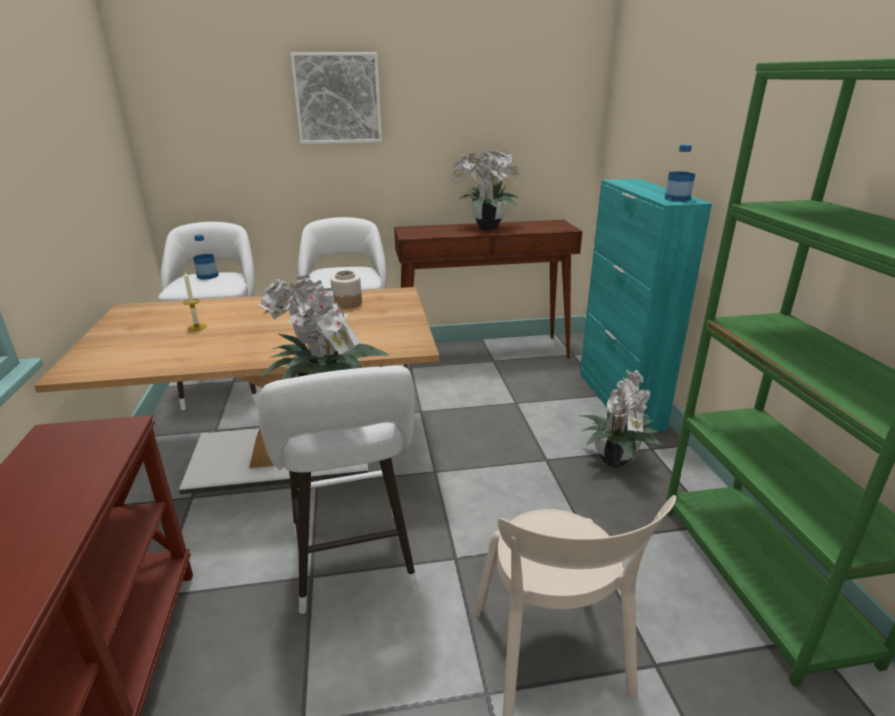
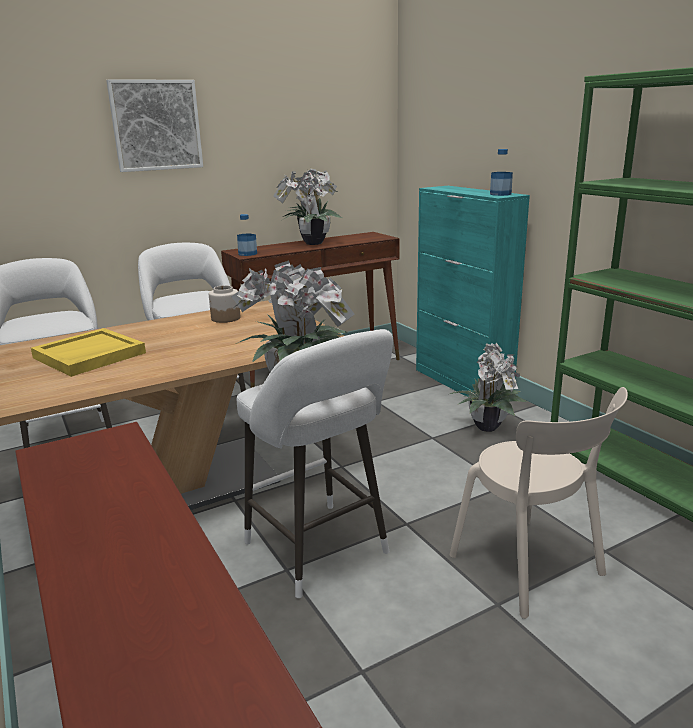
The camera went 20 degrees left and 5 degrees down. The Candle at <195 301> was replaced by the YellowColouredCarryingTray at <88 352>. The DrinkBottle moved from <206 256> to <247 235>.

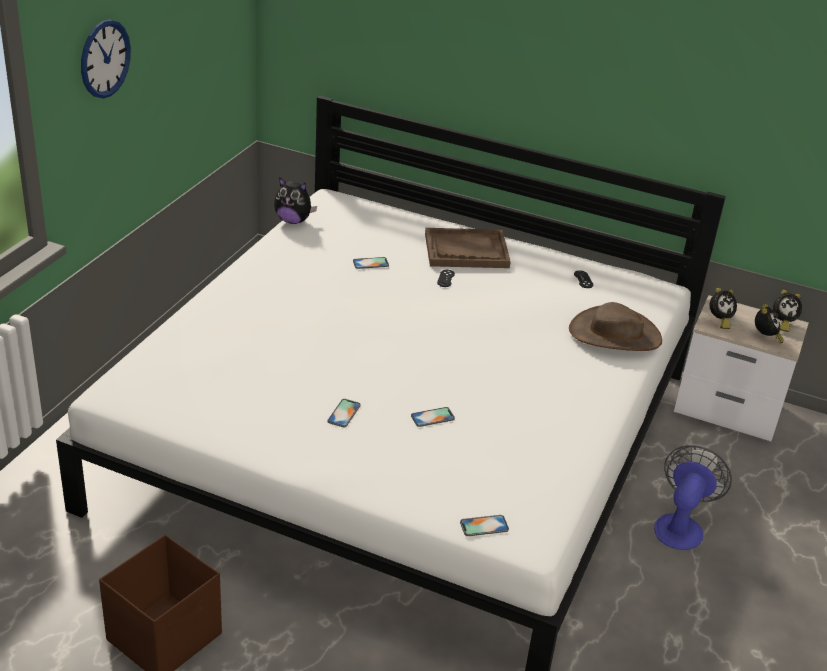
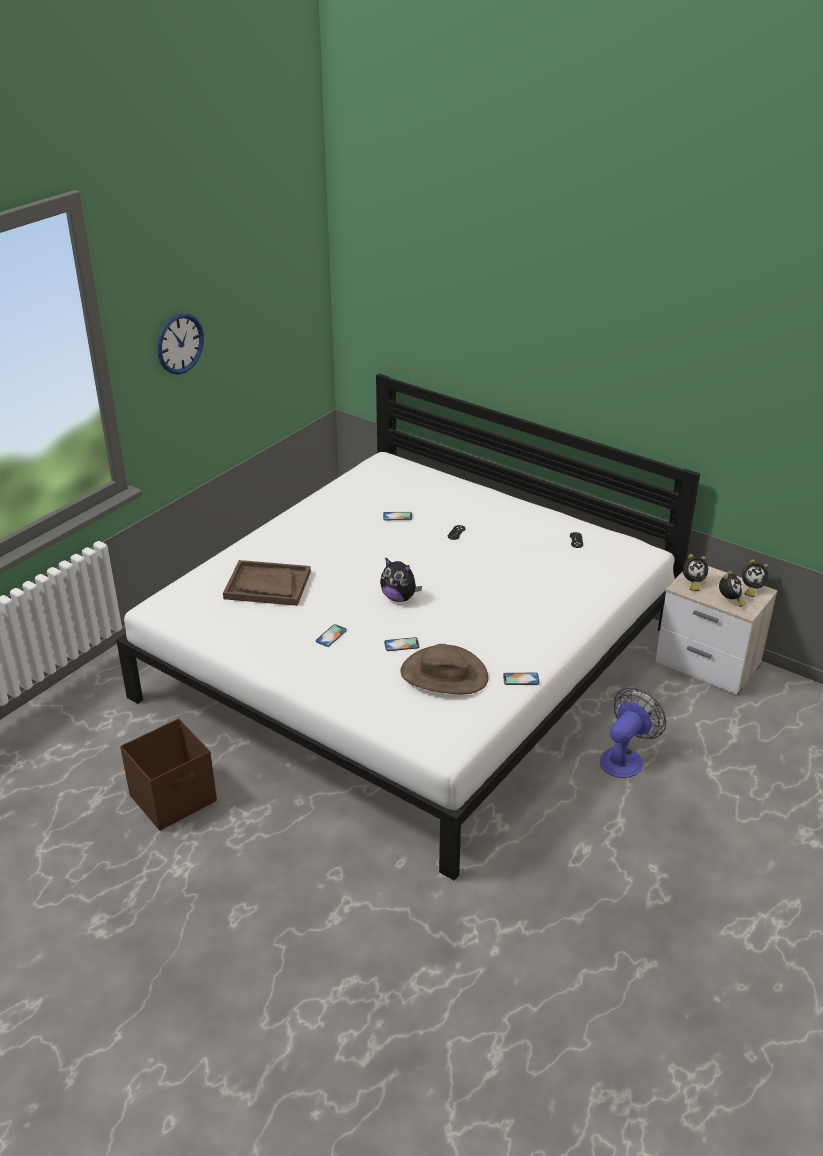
The camera went 15 degrees right and 0 degrees up. The SoftToy moved from <295 200> to <401 579>. The BrownishCarryingTray moved from <468 248> to <267 583>. The Phone moved from <484 525> to <521 679>. The BrownishHat moved from <615 326> to <444 669>.

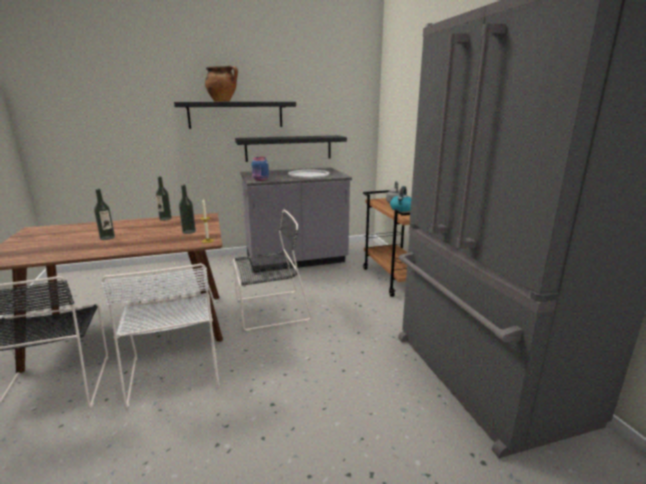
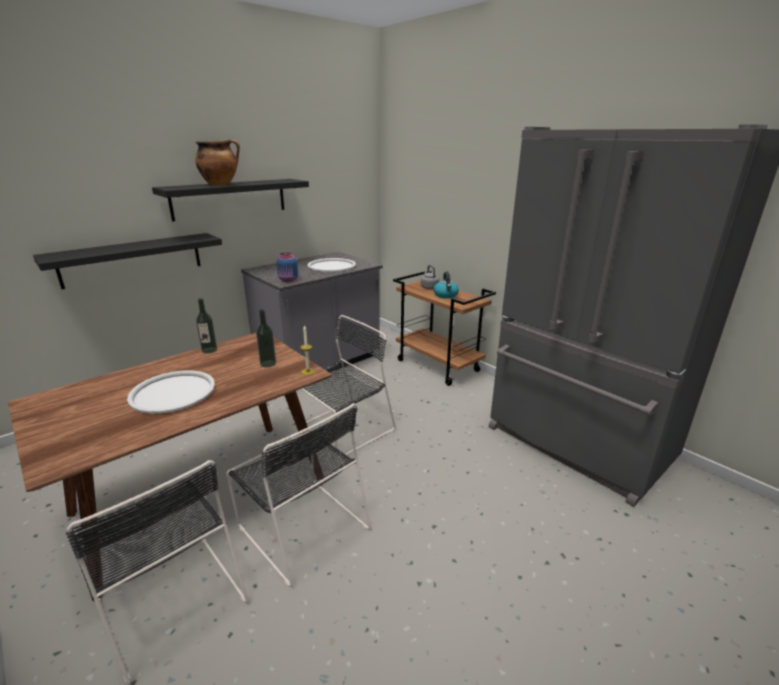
The camera went 25 degrees left and 5 degrees up. The DrinkBottle at <104 214> was replaced by the WhiteCarryingTray at <171 392>. The WhiteChair at <161 336> became the BlackChair at <298 495>. The BlackShelf moved from <291 148> to <127 261>.

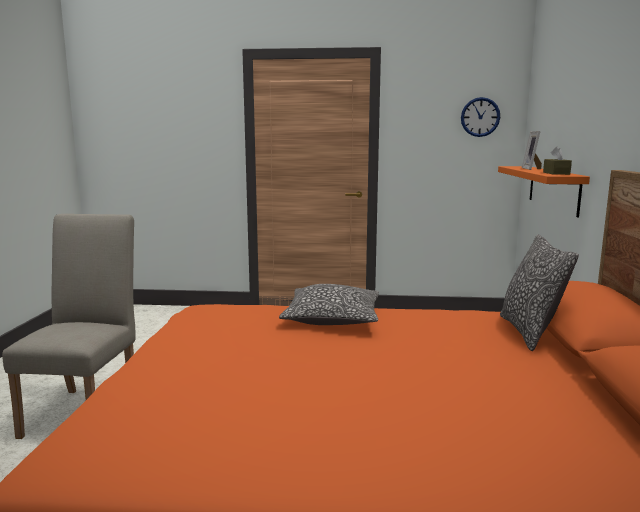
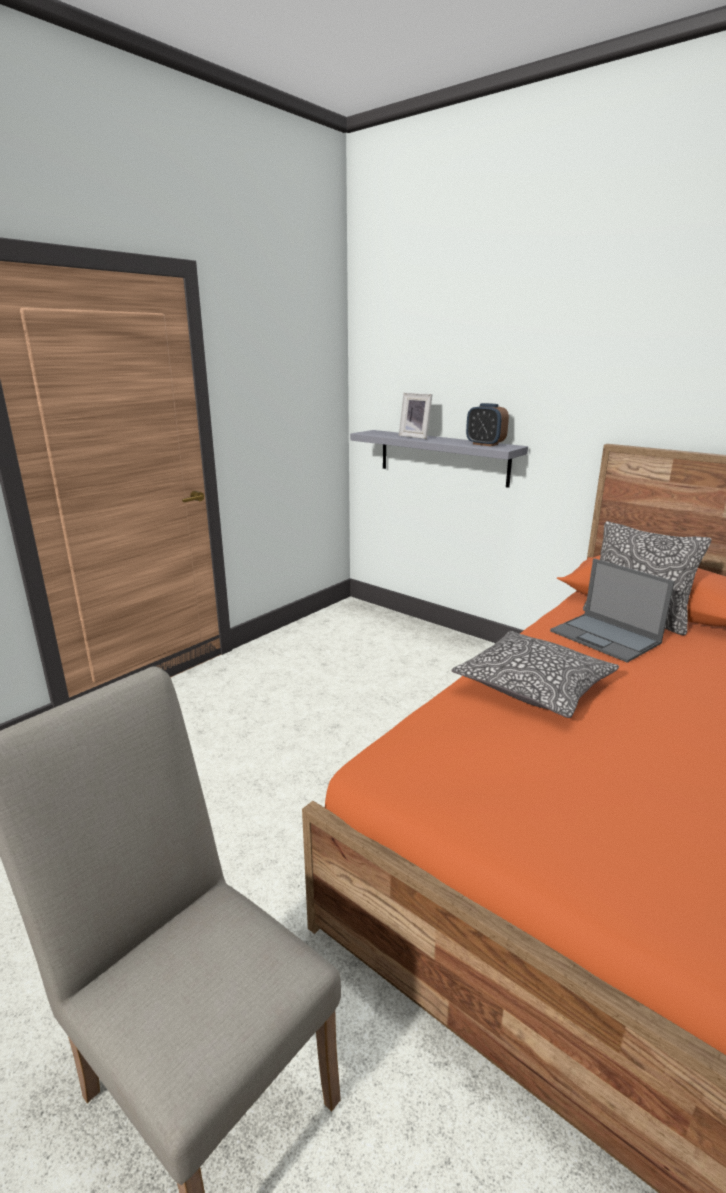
The camera went 55 degrees left and 10 degrees up. The ClockOnTheWall at <480 117> disappeared. The OrangeColouredShelf at <544 191> became the GreyishShelf at <439 459>. The BrownishTissueHolder at <557 160> was replaced by the TableClock at <487 424>. The NotebookComputer at <612 610> appeared.

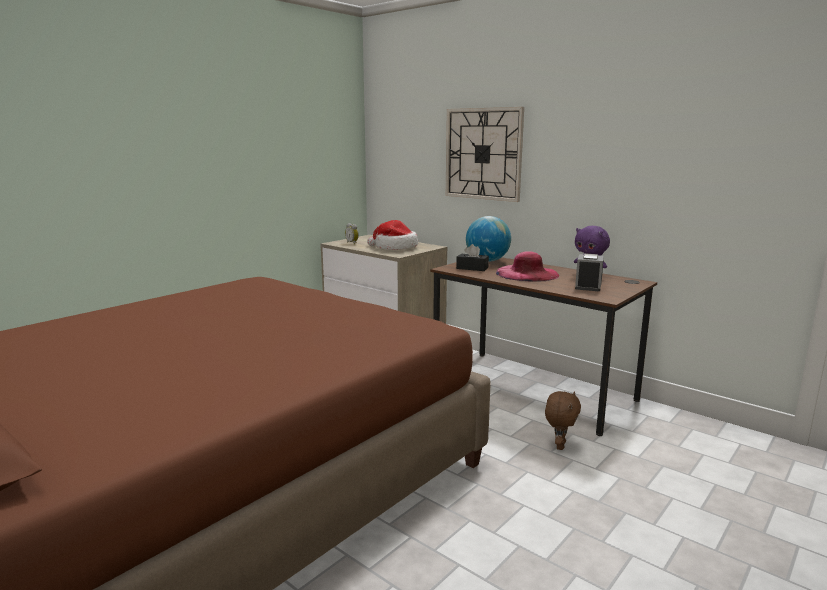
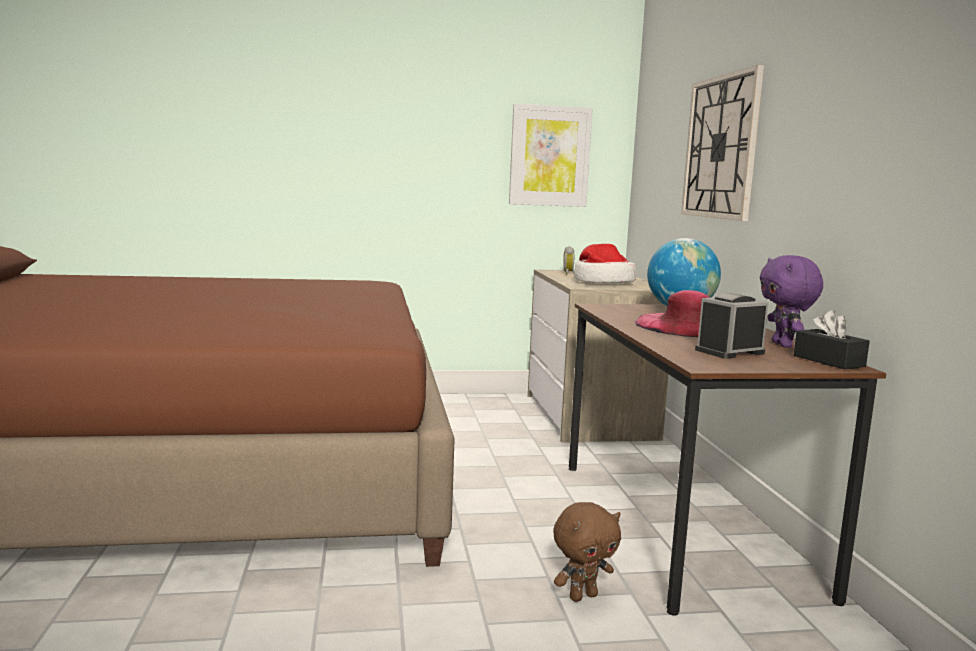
The camera went 40 degrees right and 5 degrees down. The BlackTissueHolder moved from <472 257> to <832 339>. The WallPicture at <551 155> appeared.

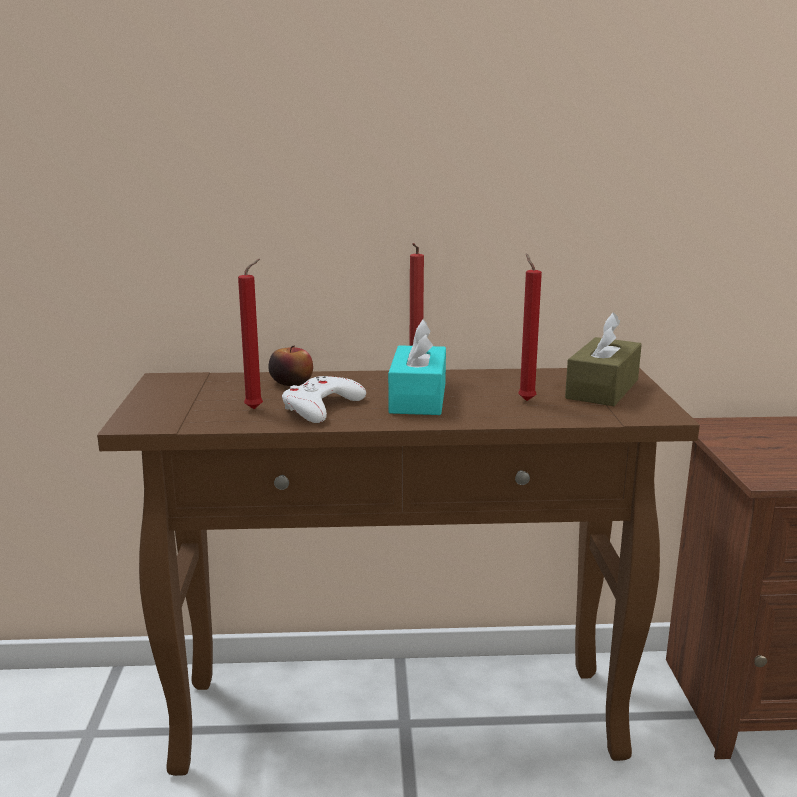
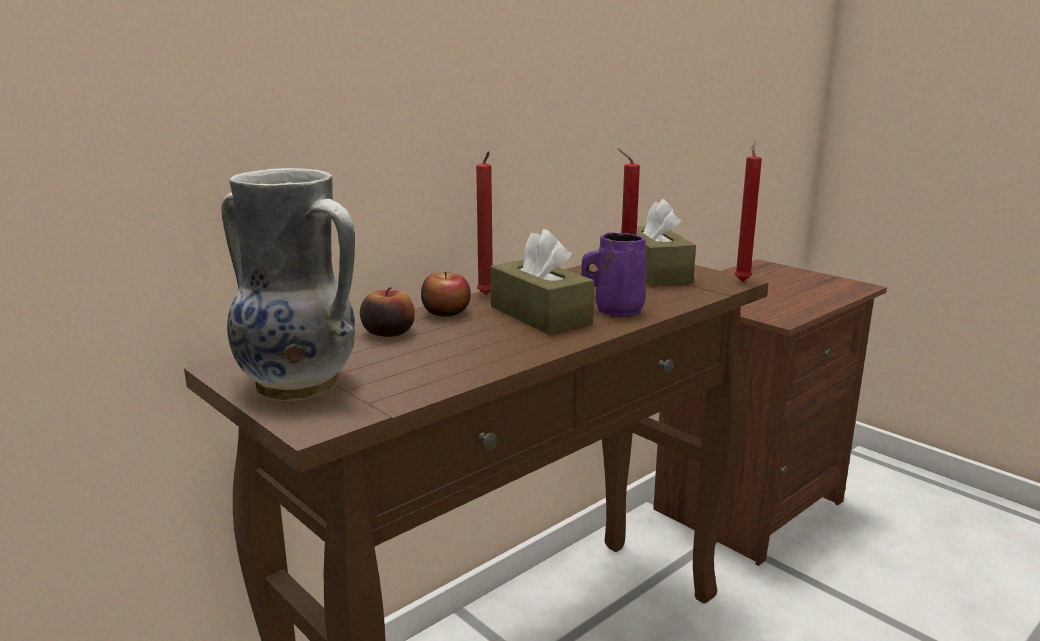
The camera went 40 degrees left and 0 degrees up. The RedColouredCandle moved from <250 334> to <748 211>. The WhiteJoypad at <324 399> disappeared. The TurquoiseColouredTissueHolder at <417 367> became the BrownishTissueHolder at <542 282>. The Vase at <288 284> appeared. The WholeApple at <446 294> appeared. The PurpleTeaMug at <613 274> appeared.

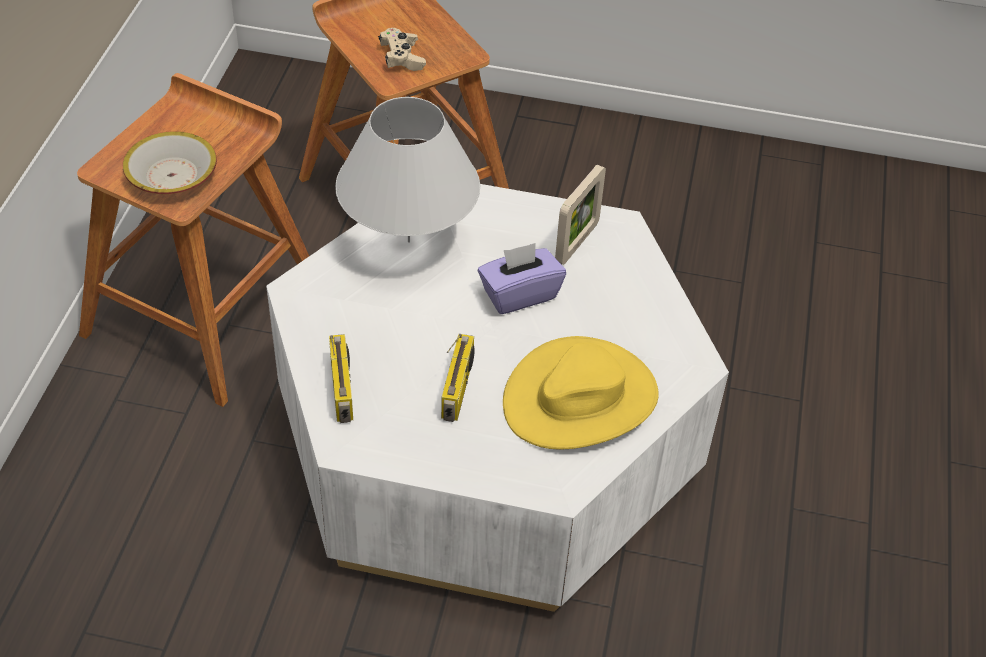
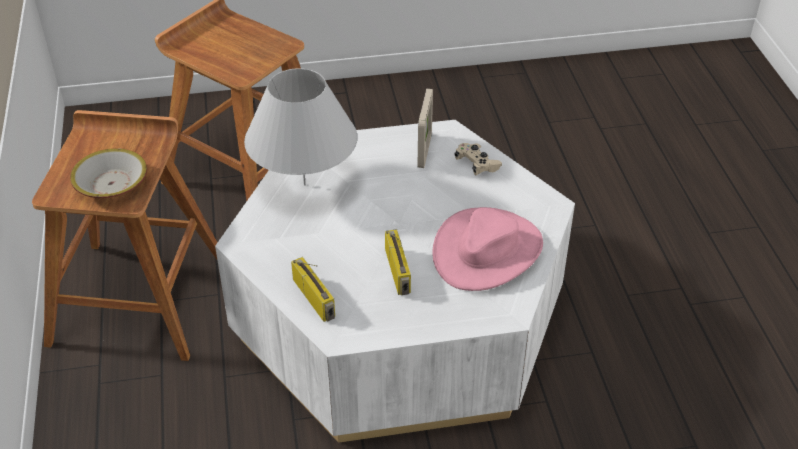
The camera went 20 degrees left and 5 degrees down. The BeigeJoypad moved from <402 49> to <478 159>. The PurpleTissueHolder at <522 278> disappeared. The YellowColouredHat at <581 393> became the PinkColouredHat at <487 249>.

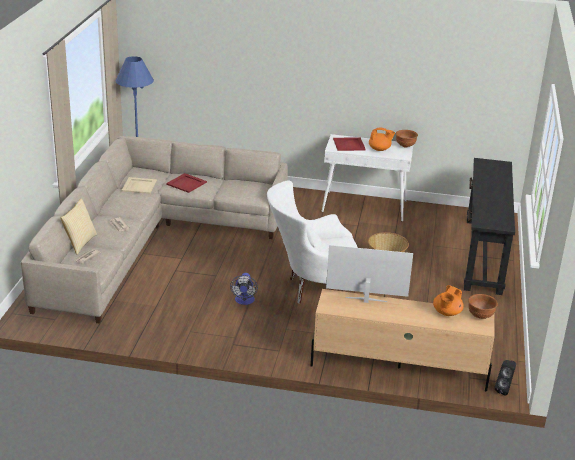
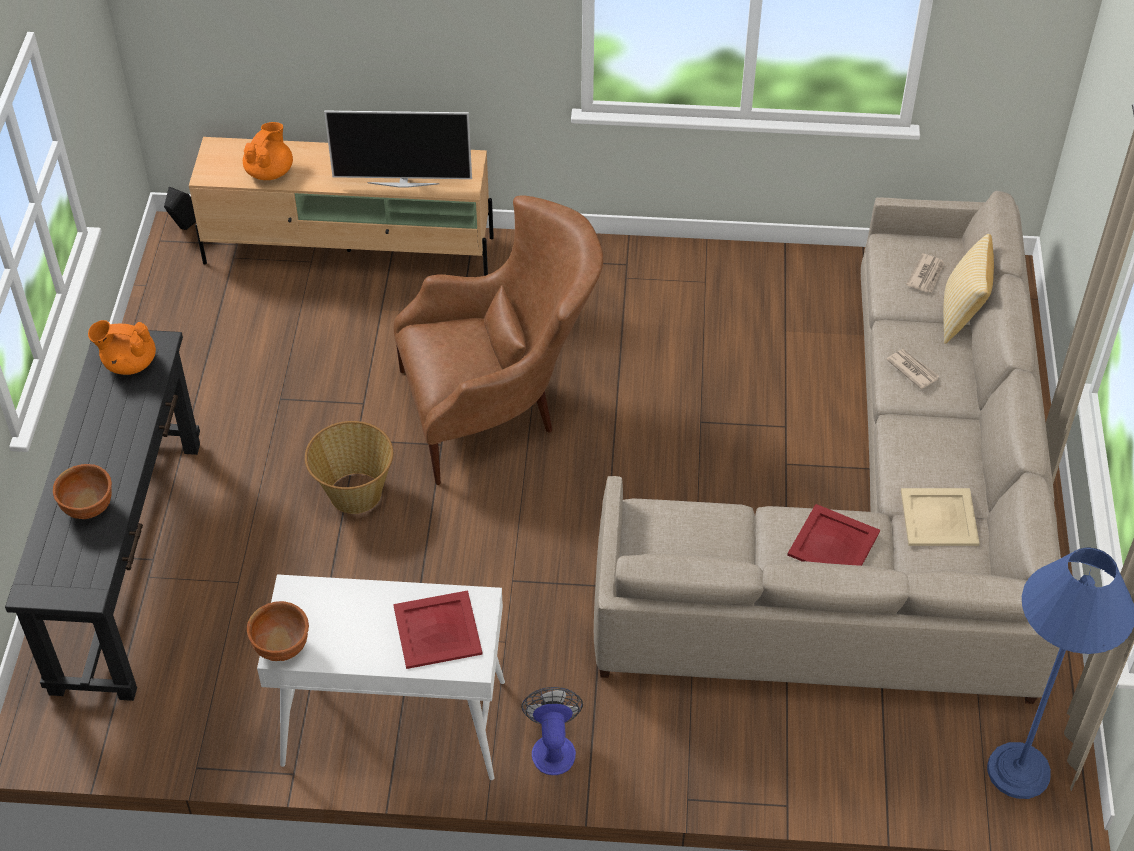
The camera went 175 degrees right and 20 degrees up. The Fan moved from <244 289> to <552 731>. The WhiteLoungeChair at <316 242> became the BrownishLoungeChair at <498 340>. The OrangeColouredTeapot moved from <382 139> to <122 347>. The BrownishServingBowl moved from <483 306> to <82 491>.

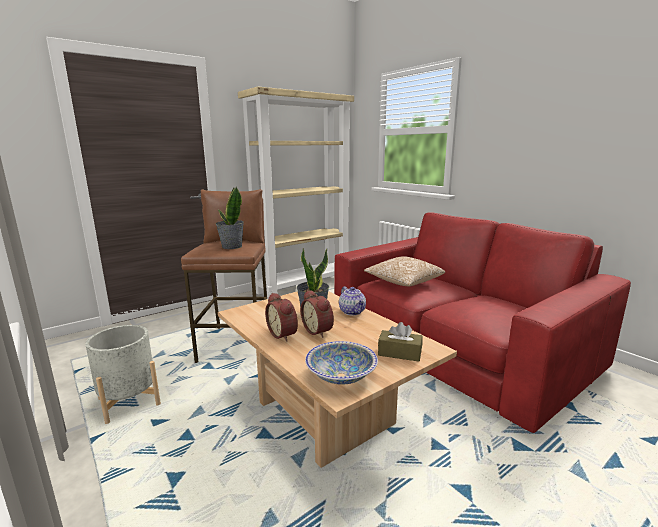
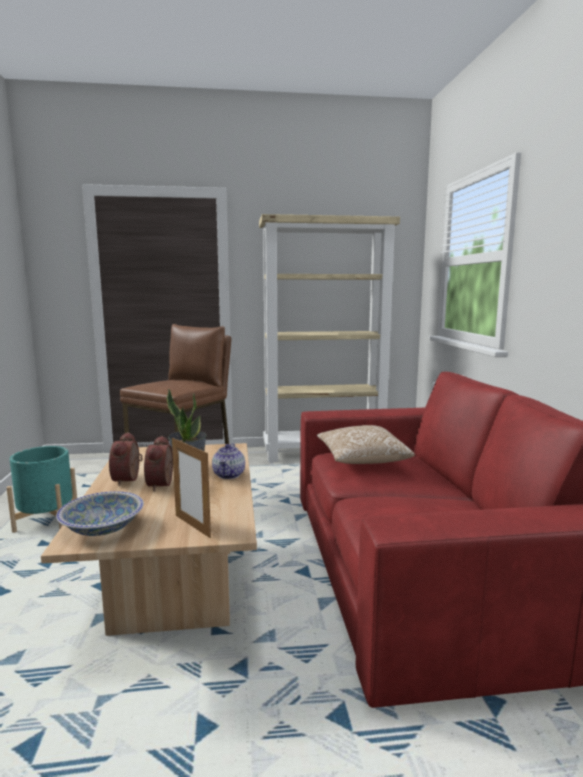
The camera went 30 degrees right and 5 degrees down. The GreyishPlantPot at <123 374> became the TurquoiseColouredPlantPot at <41 489>. The Houseplant at <229 218> disappeared. The BrownishTissueHolder at <400 342> was replaced by the StandingFrame at <191 488>.

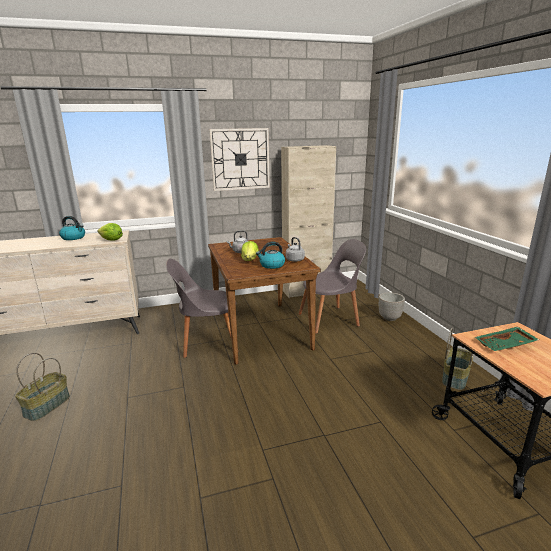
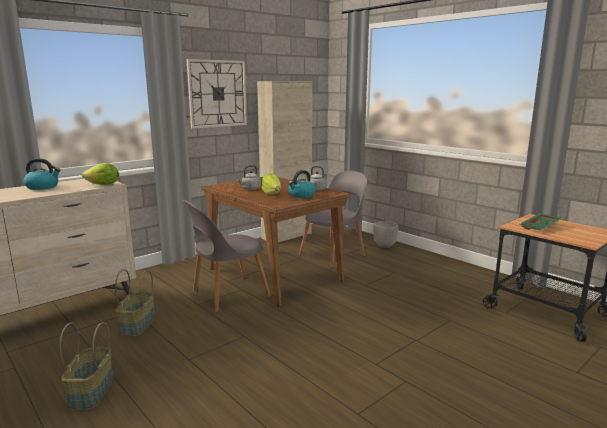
The camera went 25 degrees left and 5 degrees down. The StorageBasket moved from <457 359> to <135 302>.

